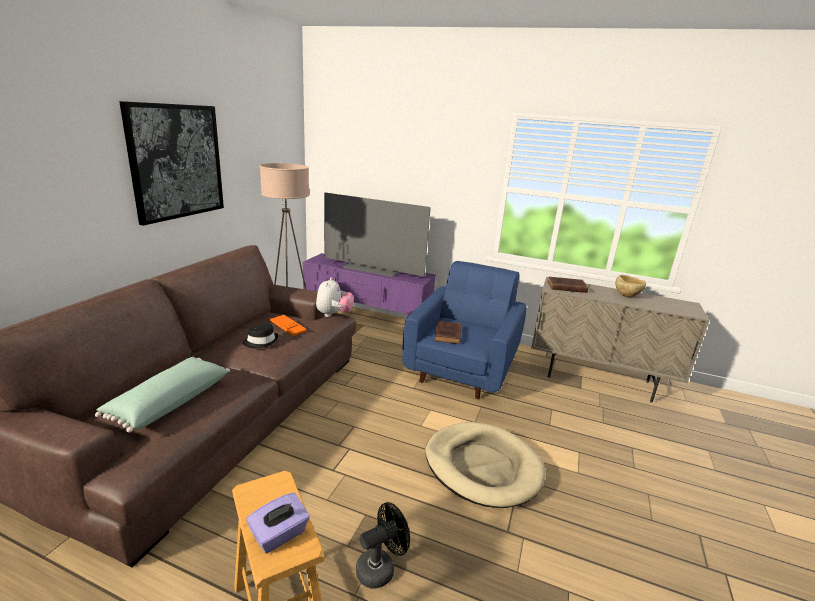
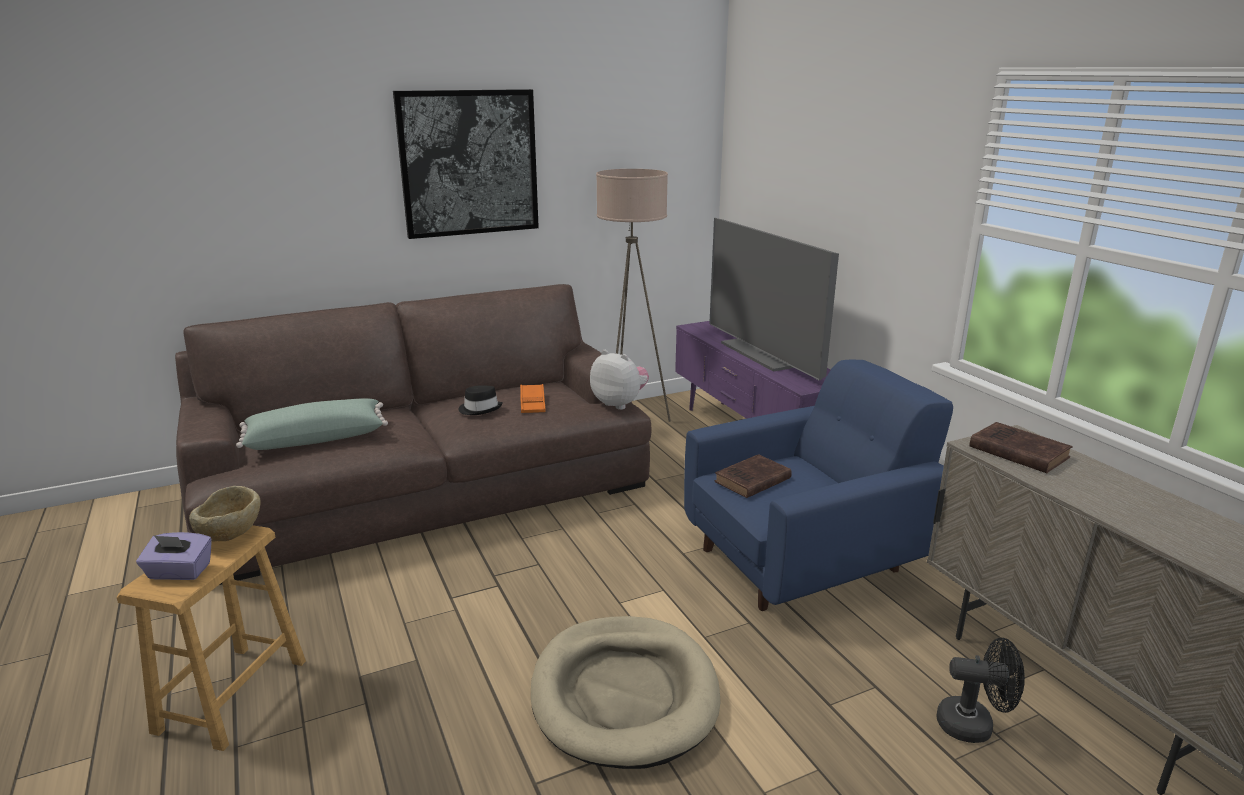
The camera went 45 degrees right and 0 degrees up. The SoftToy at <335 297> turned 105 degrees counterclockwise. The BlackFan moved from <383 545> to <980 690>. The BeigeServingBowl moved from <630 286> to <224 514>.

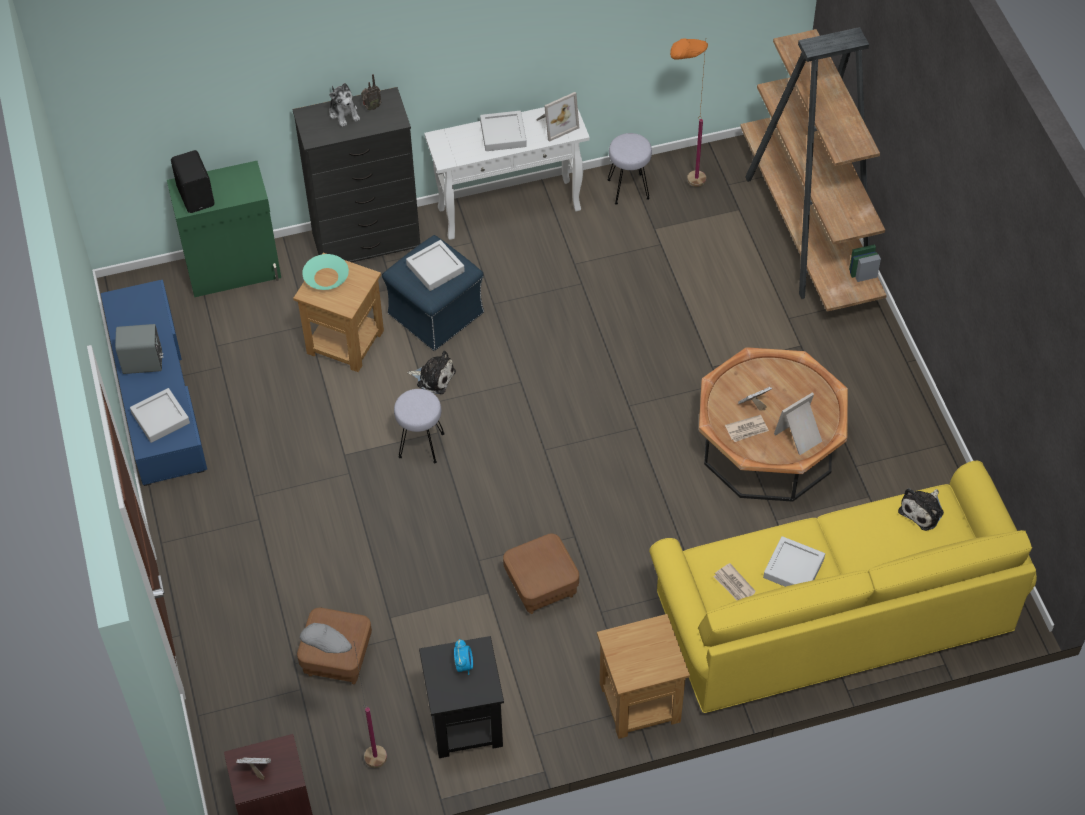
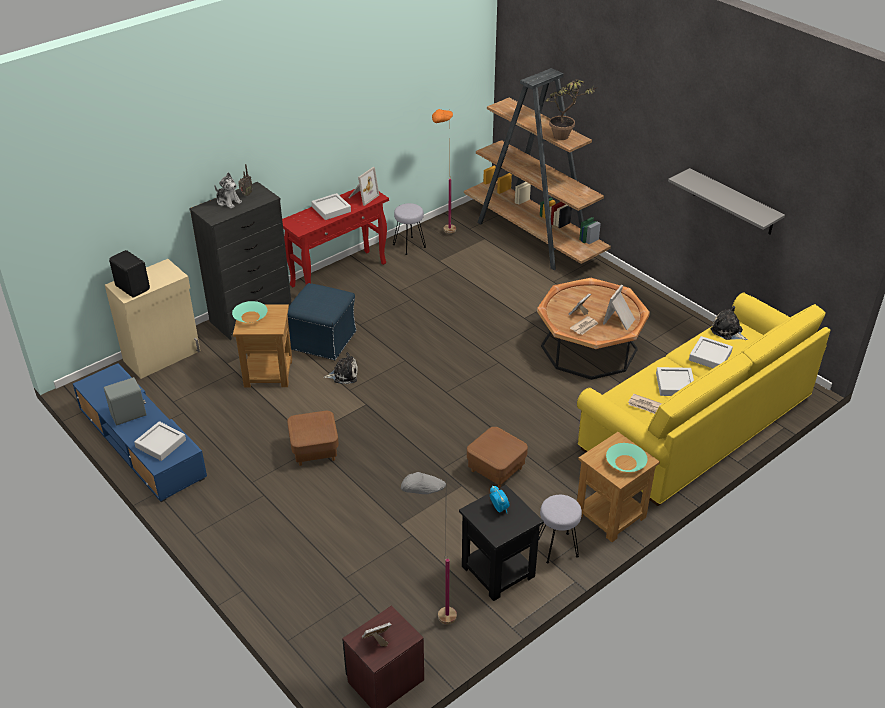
The camera went 25 degrees left and 15 degrees down. The GreenColouredStorageCabinet at <224 229> became the BeigeStorageCabinet at <152 319>. The BrownishPouffe moved from <334 646> to <313 438>. The GreyishStool moved from <419 426> to <560 529>. The GreyishCarryingTray moved from <435 265> to <711 352>. The WhiteNarrowTable at <507 173> became the RedColouredNarrowTable at <335 238>. The SoftToy at <921 509> turned 120 degrees clockwise. The Houseplant at <571 109> appeared. The TurquoiseColouredServingBowl at <627 457> appeared. The GreyishShelf at <726 201> appeared.

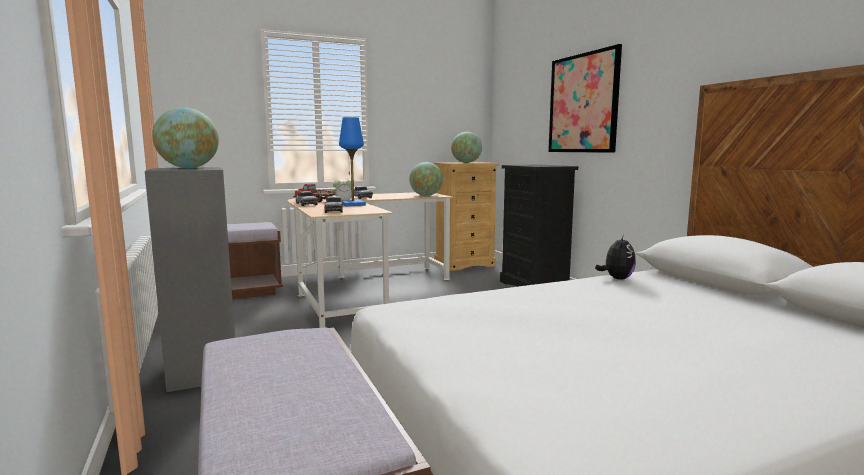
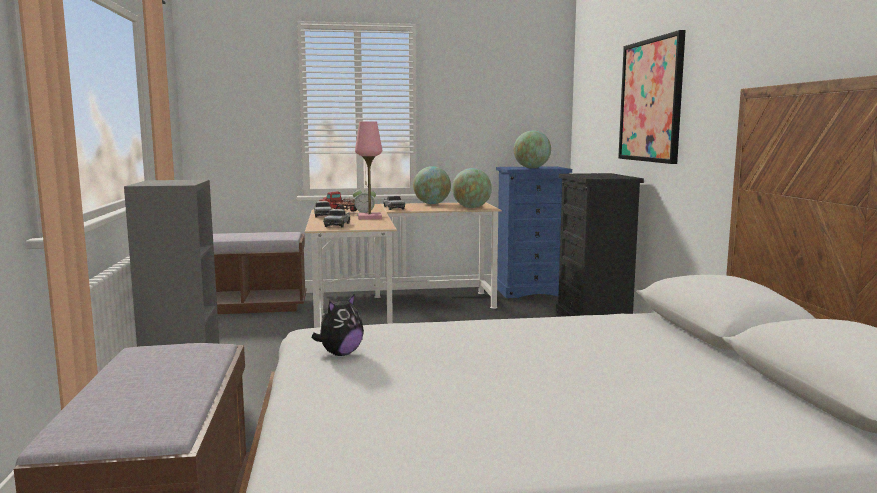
The camera went 15 degrees right and 0 degrees up. The Globe moved from <185 137> to <432 185>. The BlueColouredLampForATable at <352 162> became the PinkColouredLampForATable at <368 170>. The BeigeDrawerChest at <466 216> became the BlueColouredDrawerChest at <534 232>. The SoftToy moved from <615 257> to <337 325>.

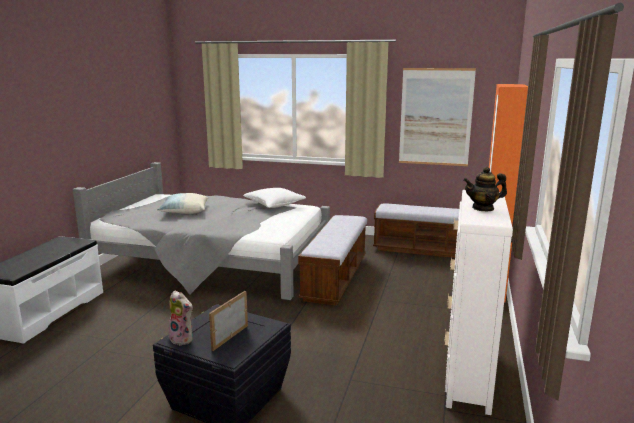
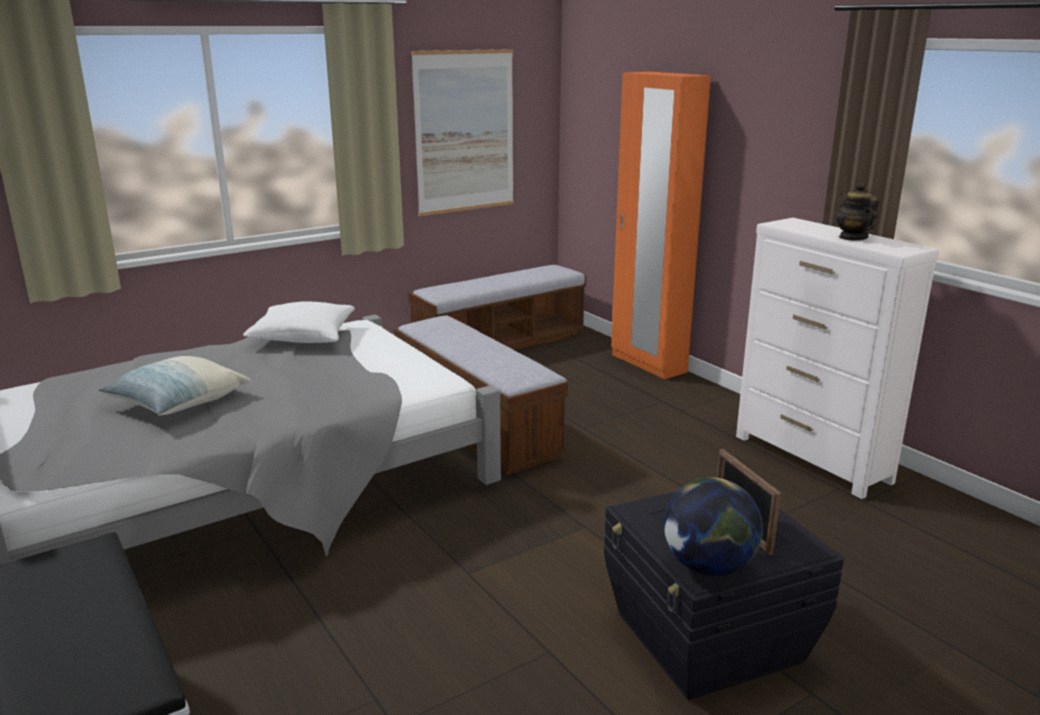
The camera went 50 degrees left and 5 degrees up. The SoftToy at <180 318> was replaced by the Globe at <713 526>. The Teapot at <485 189> turned 135 degrees clockwise.

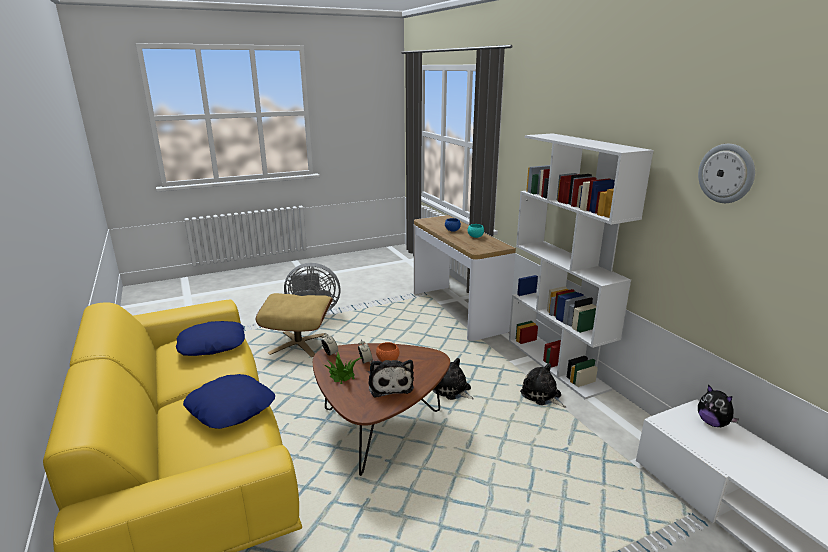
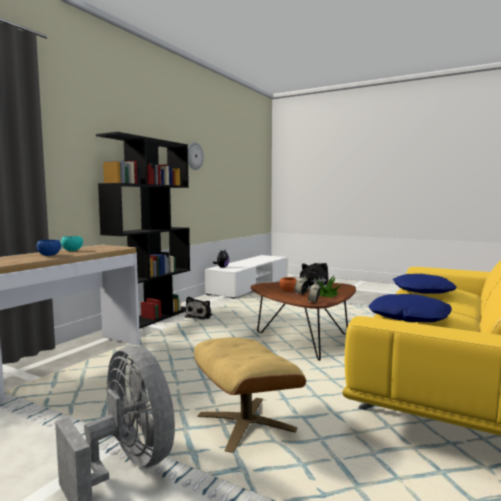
The camera went 125 degrees left and 15 degrees down. The SoftToy at <453 379> disappeared. The WhiteBookshelf at <581 266> became the BlackBookshelf at <143 230>.

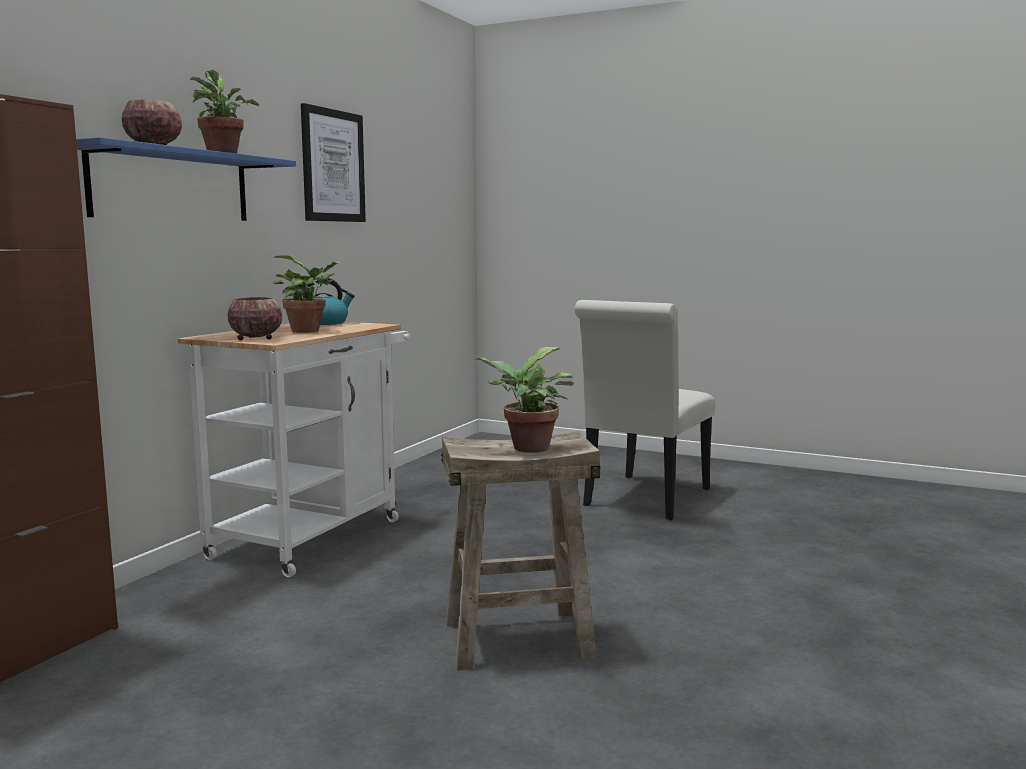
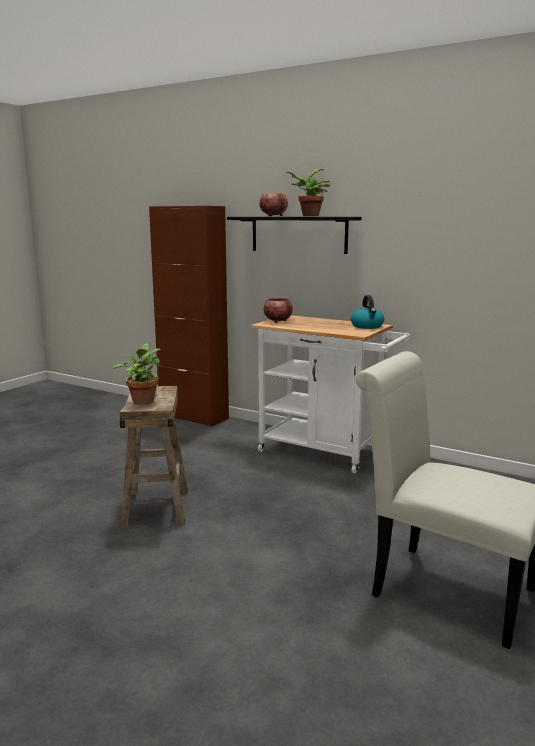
The camera went 95 degrees right and 5 degrees up. The BlueColouredShelf at <186 179> became the BlackShelf at <294 235>. The Houseplant at <307 294> disappeared. The WallPicture at <333 162> disappeared.

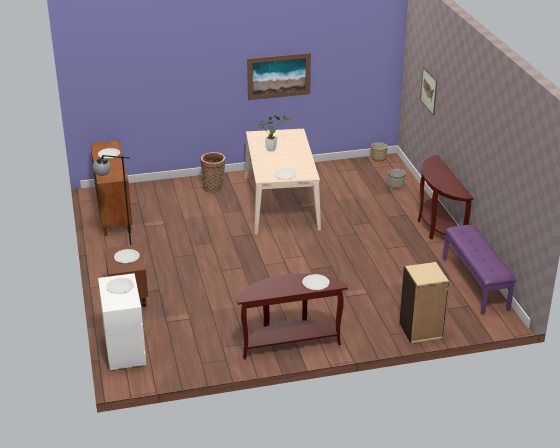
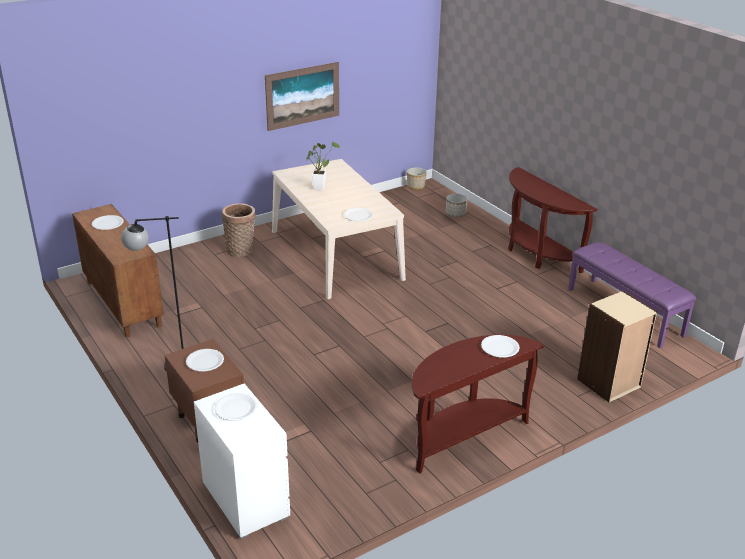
The camera went 20 degrees left and 0 degrees up. The WallPicture at <428 91> disappeared.

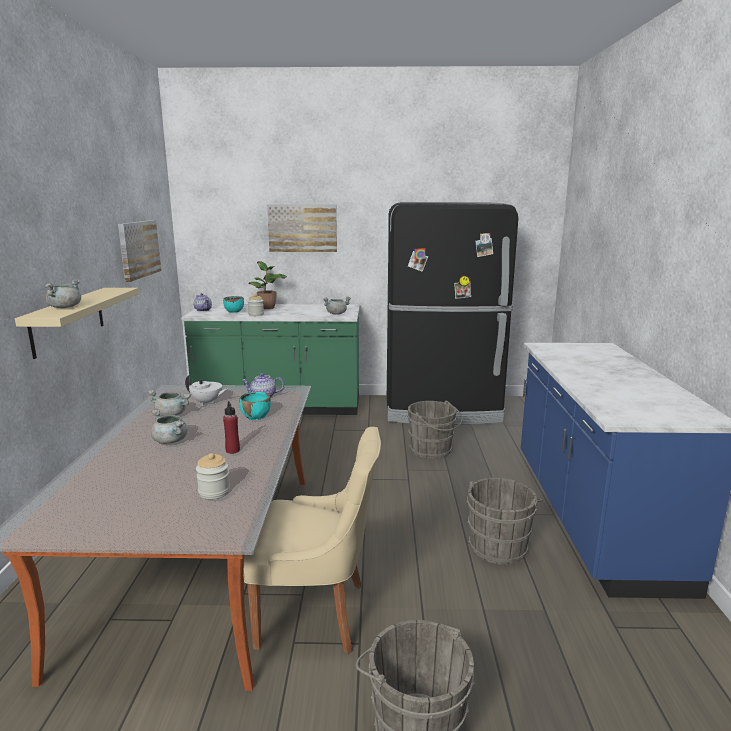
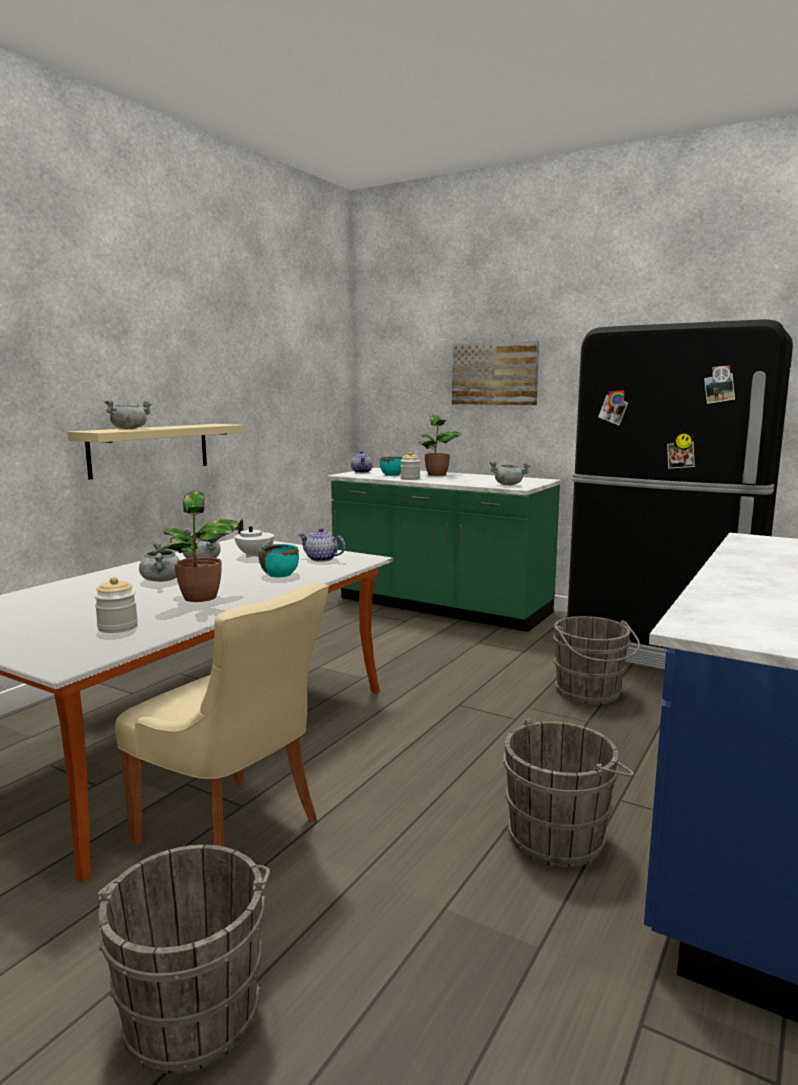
The camera went 30 degrees right and 5 degrees down. The WallPicture at <139 251> disappeared. The RedColouredDrinkBottle at <231 427> was replaced by the Houseplant at <195 546>.

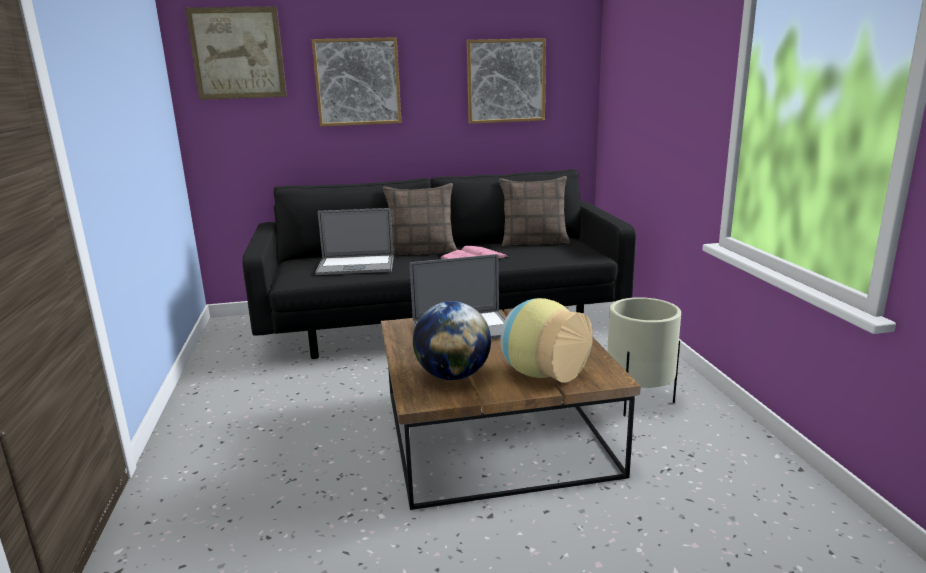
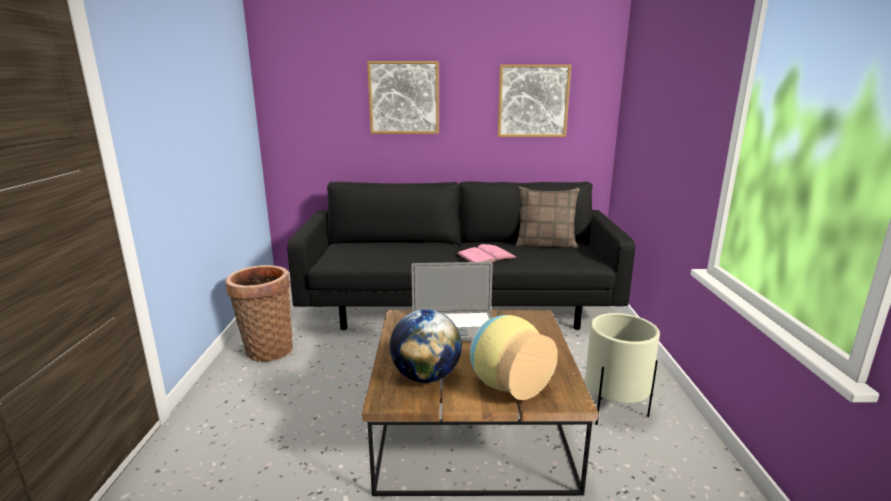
The camera went 10 degrees right and 0 degrees up. The WallPicture at <236 53> disappeared. The NotebookComputer at <354 241> disappeared. The Pillow at <420 219> disappeared. The StorageBasket at <259 313> appeared.

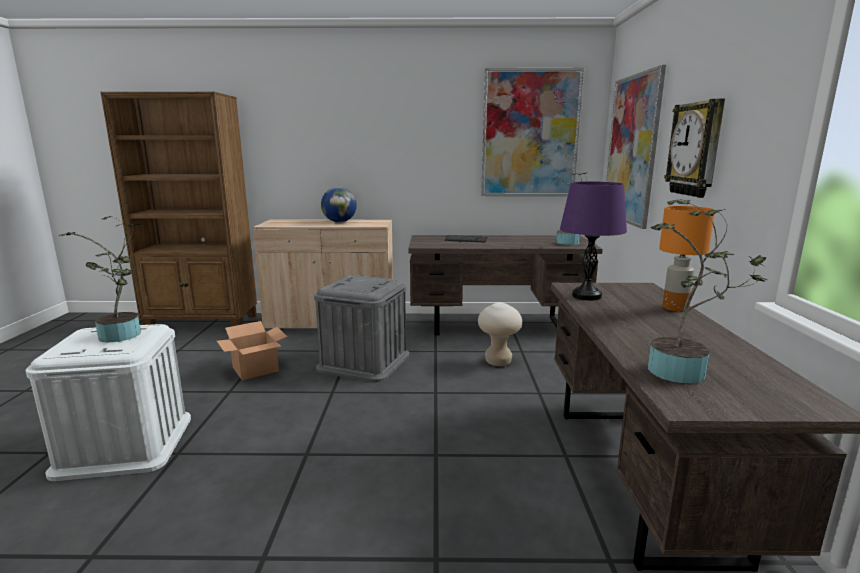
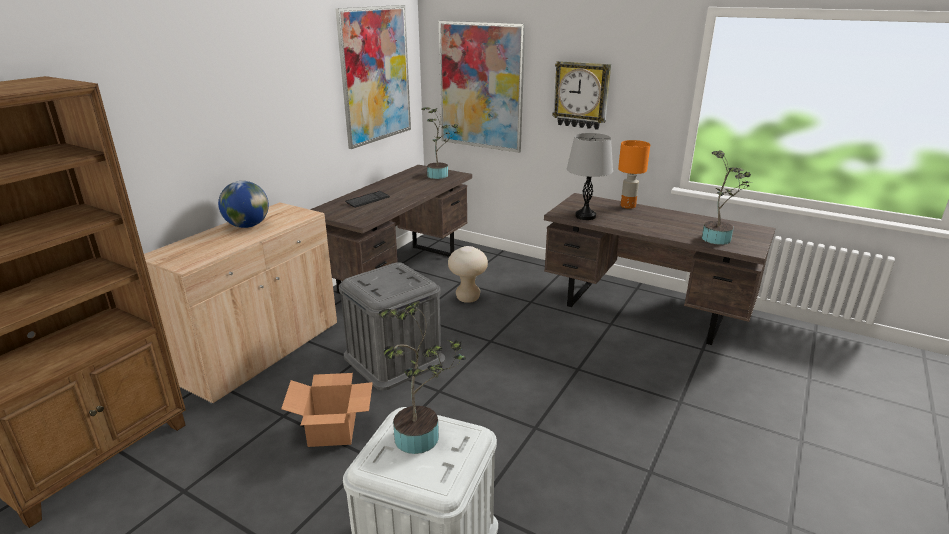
The camera went 60 degrees left and 10 degrees up. The PurpleLampForATable at <593 240> became the GreyishLampForATable at <590 176>.

